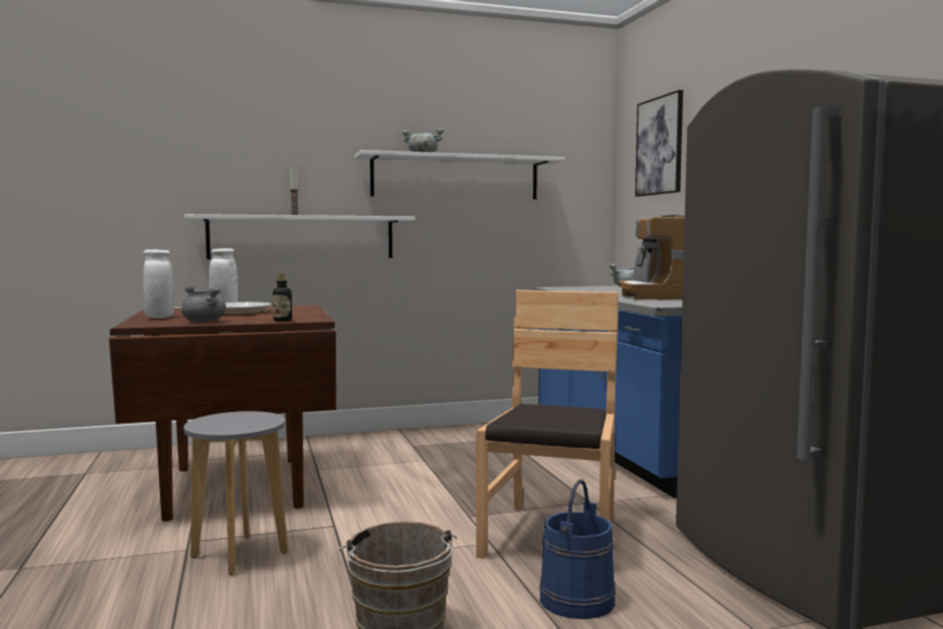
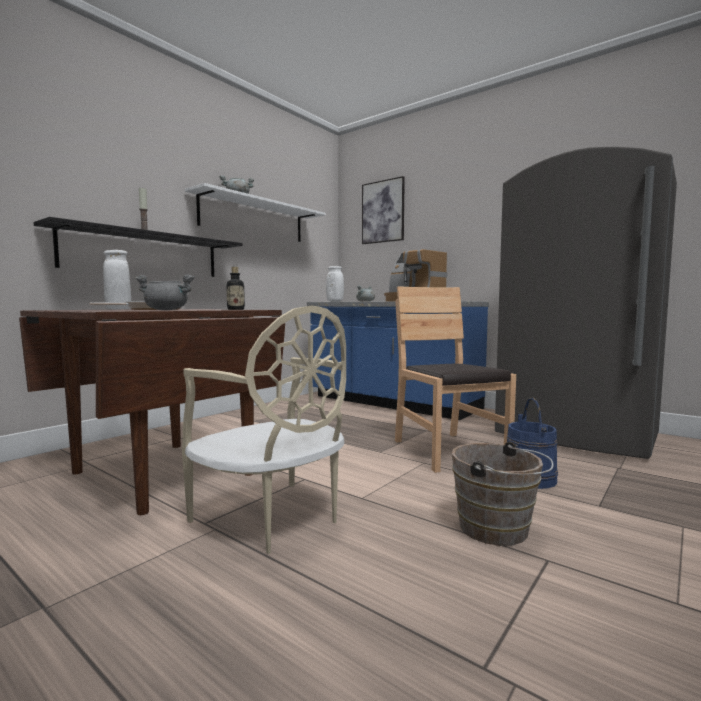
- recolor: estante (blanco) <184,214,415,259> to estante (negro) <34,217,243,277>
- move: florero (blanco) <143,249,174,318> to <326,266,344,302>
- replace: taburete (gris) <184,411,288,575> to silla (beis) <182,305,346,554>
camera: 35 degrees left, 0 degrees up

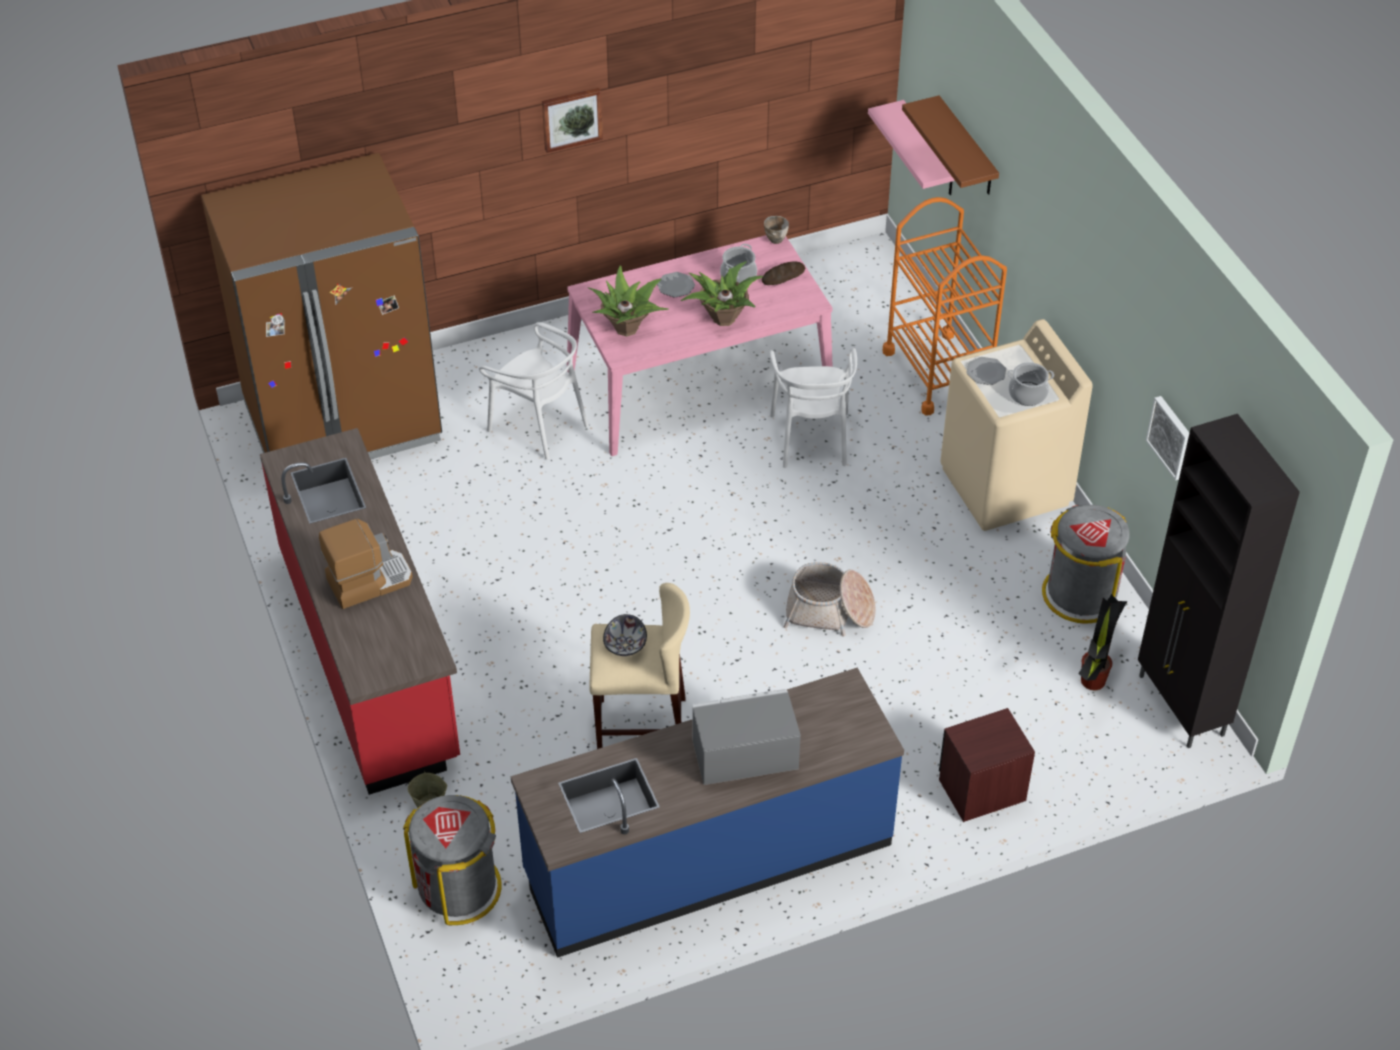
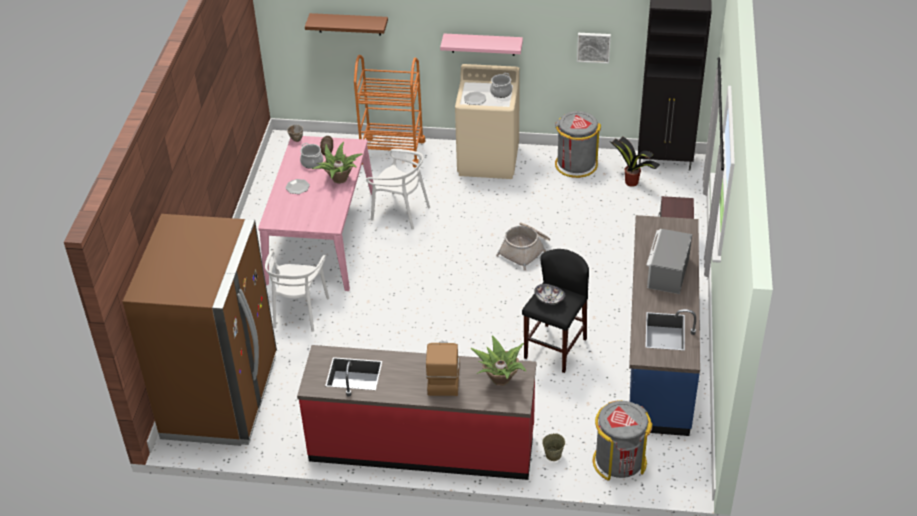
- delete: cuadro <542,88,603,153>
- move: estante (rosa) <868,100,955,195> to <440,34,523,56>
- move: planta en maceta <588,266,669,336> to <471,335,526,386>
- rotate: silla (blanco) <479,322,589,460> = <265,251,329,332> 120 degrees clockwise
- recolor: taburete (beis) <589,583,690,749> to taburete (negro) <522,249,589,373>
camera: 60 degrees left, 5 degrees down

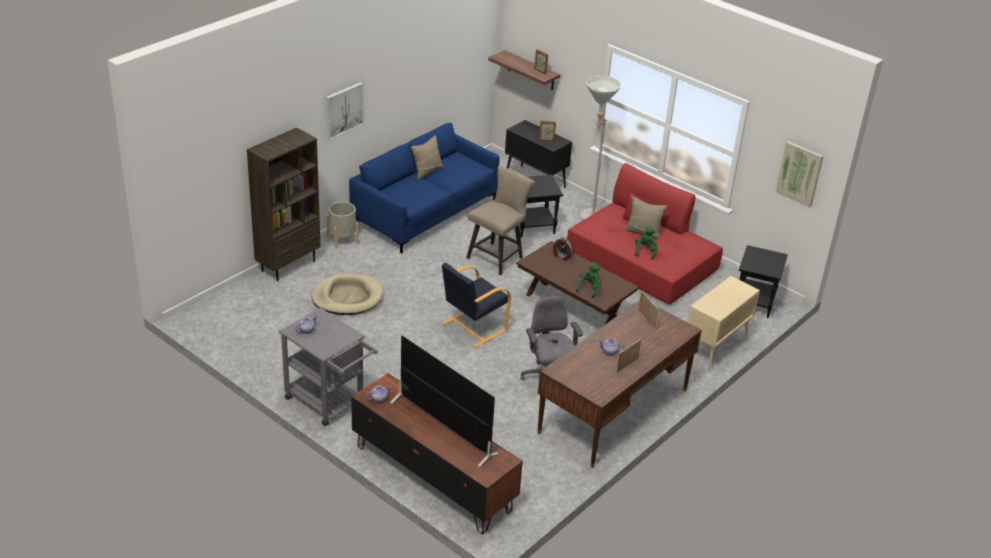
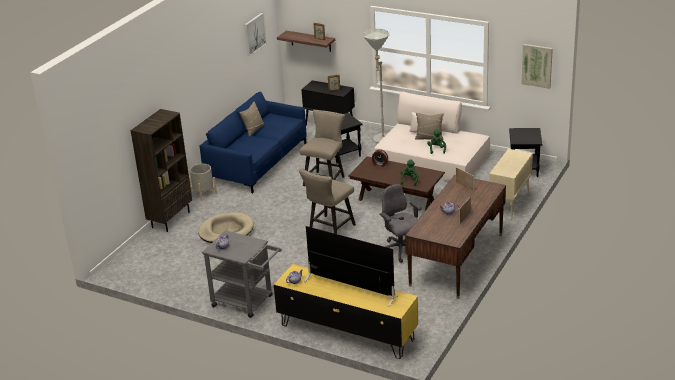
- move: cuadro <326,82,364,140> to <244,13,267,56>
- recolor: sofá (rojo) <567,163,723,305> to sofá (beis) <374,91,490,181>
- replace: sillón (negro) <442,263,511,348> to taburete (beis) <299,169,356,234>
- recolor: mueble de televisión (marrón) <351,373,523,534> to mueble de televisión (amarillo) <274,264,418,359>
camera: 10 degrees left, 5 degrees down

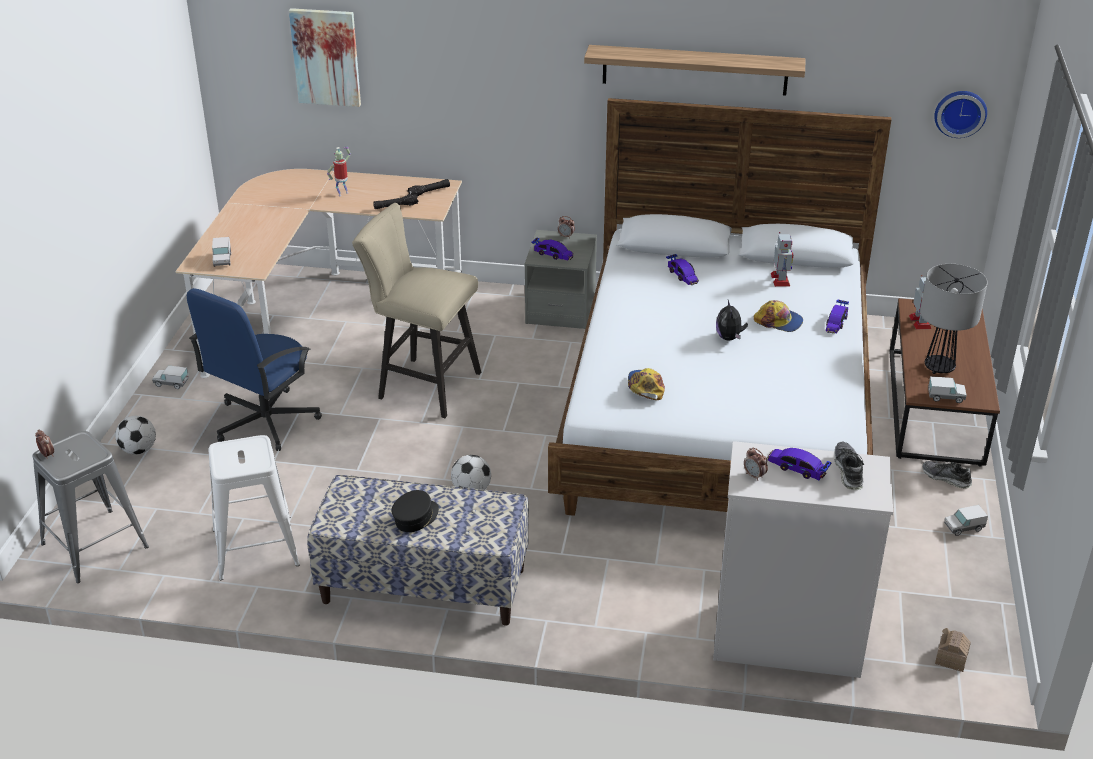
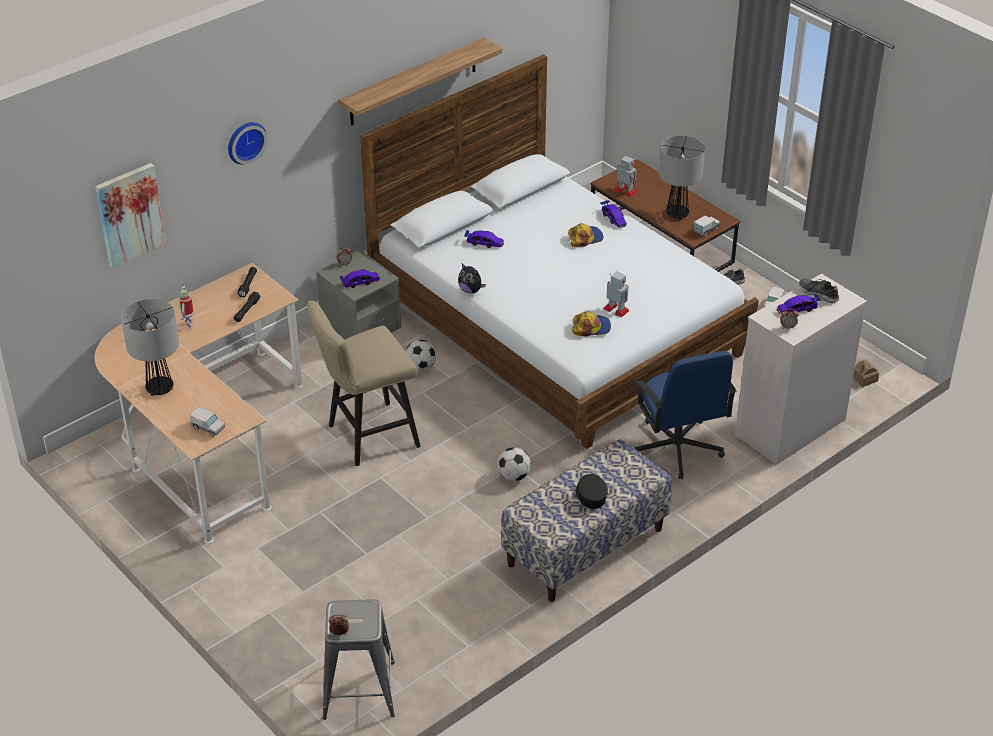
- move: reloj de pared <934,91,987,138> to <228,122,267,165>
- move: robot de juguete <771,232,793,287> to <603,271,629,318>
- move: silla de oficina (azul) <187,288,322,451> to <634,351,736,479>
- move: peluche <716,300,748,340> to <458,264,486,294>
- delete: camión de juguete <152,366,189,389>
- rotate: gorra <628,368,665,400> = <572,311,611,336> 135 degrees clockwise
- move: balón de fútbol <115,416,156,455> to <405,340,436,371>
- delete: taburete (blanco) <208,435,300,580>
- insert: lámpara de mesa <121,299,179,396>
camera: 50 degrees left, 5 degrees up

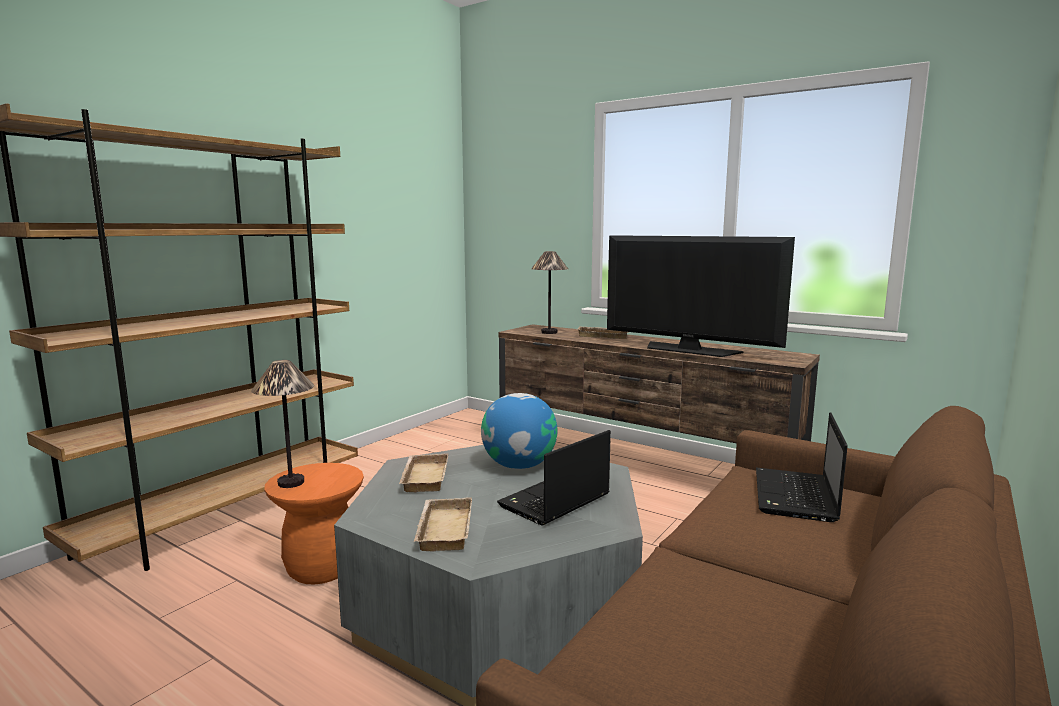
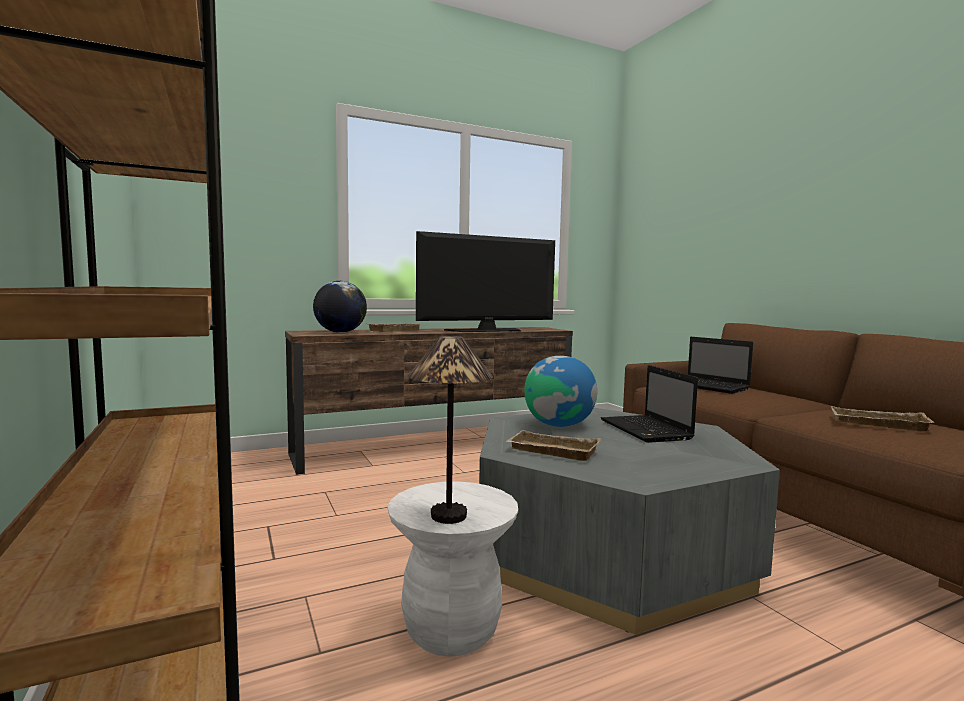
- replace: lámpara de mesa <531,251,568,334> to globo terráqueo <313,281,367,333>
- recolor: taburete (naranja) <264,463,364,584> to taburete (blanco) <388,481,518,657>
- move: bandeja (beis) <414,497,472,551> to <831,406,935,432>
camera: 60 degrees left, 5 degrees down

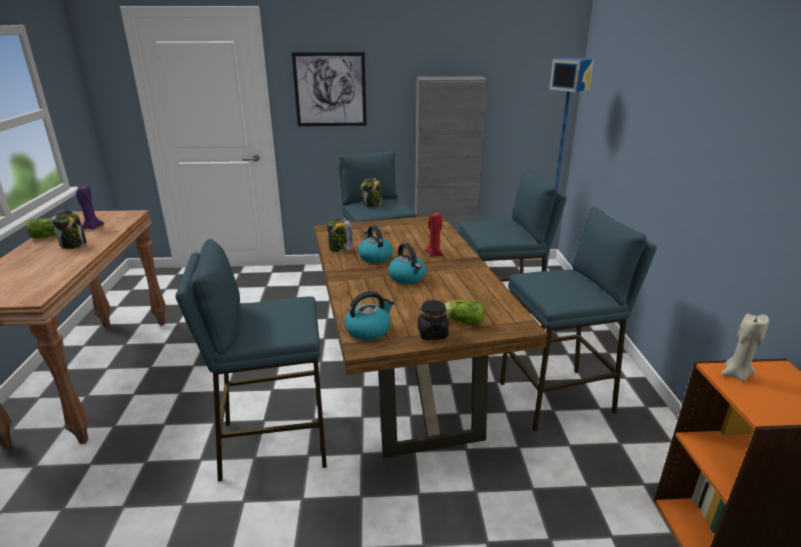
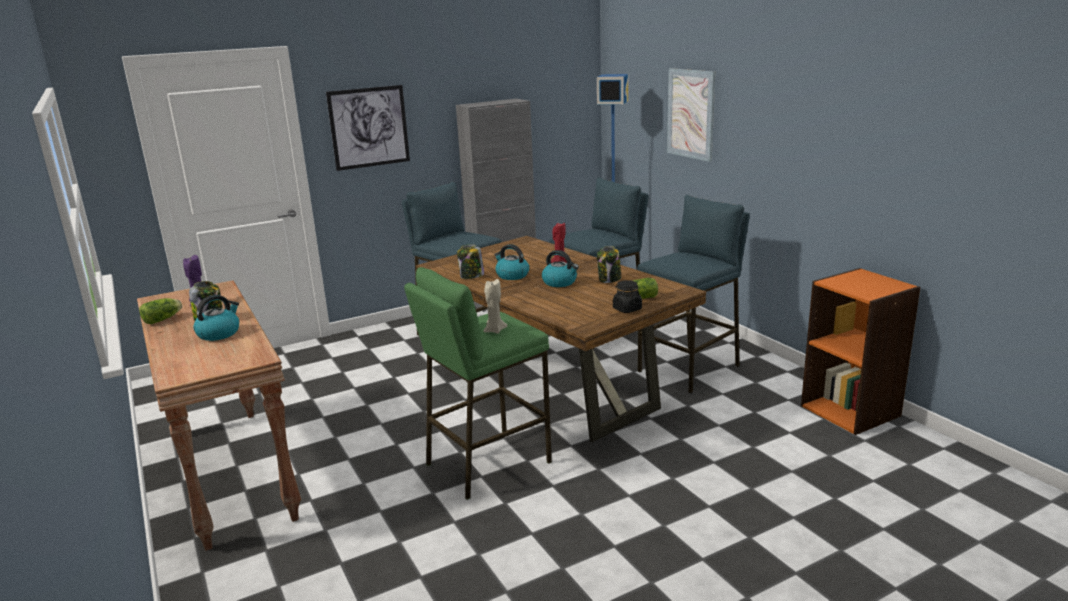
- move: tarro <361,178,382,207> to <597,246,621,283>
- recolor: taburete (azul) <175,239,327,481> to taburete (verde) <404,267,552,500>
- move: hervidor <345,291,394,340> to <193,295,239,341>
- move: vela (beis) <722,314,769,382> to <483,279,507,334>
- insert: cuadro <667,68,715,162>
camera: 25 degrees left, 5 degrees down

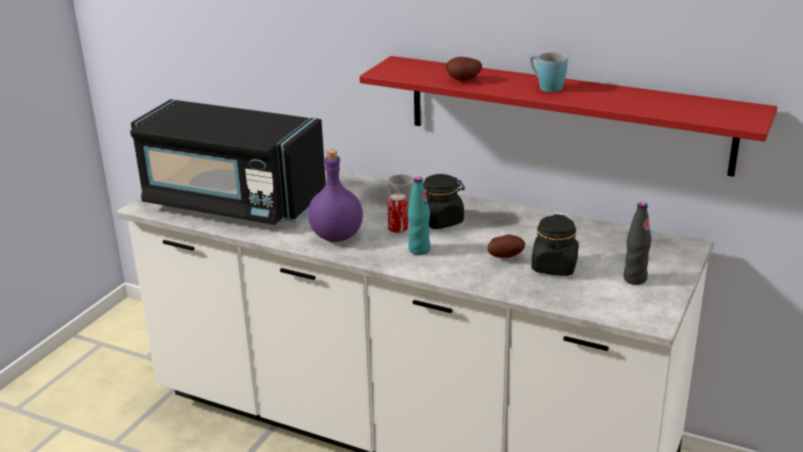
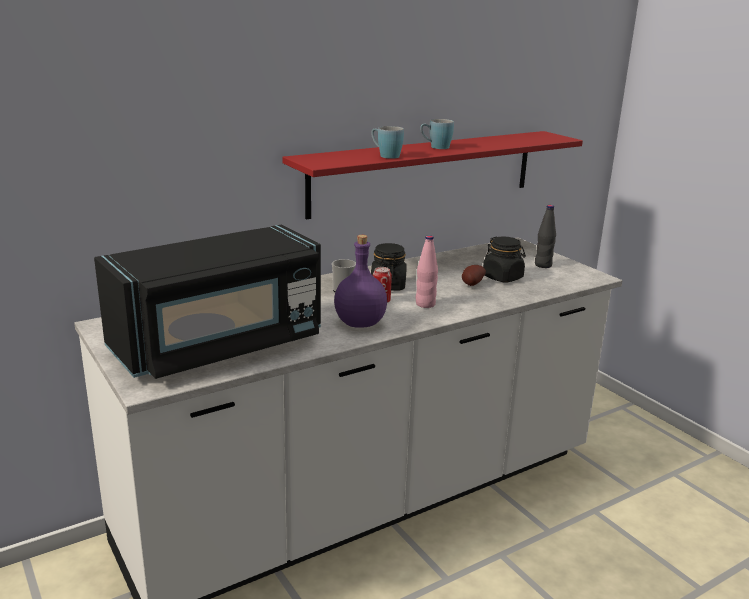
- replace: patata <446,57,482,81> to taza grande (azul) <371,126,404,159>
- recolor: botella (turquesa) <408,177,431,255> to botella (rosa) <416,235,438,308>
camera: 60 degrees left, 5 degrees down

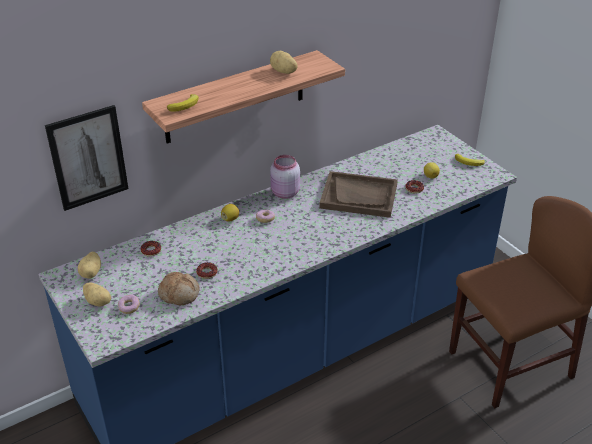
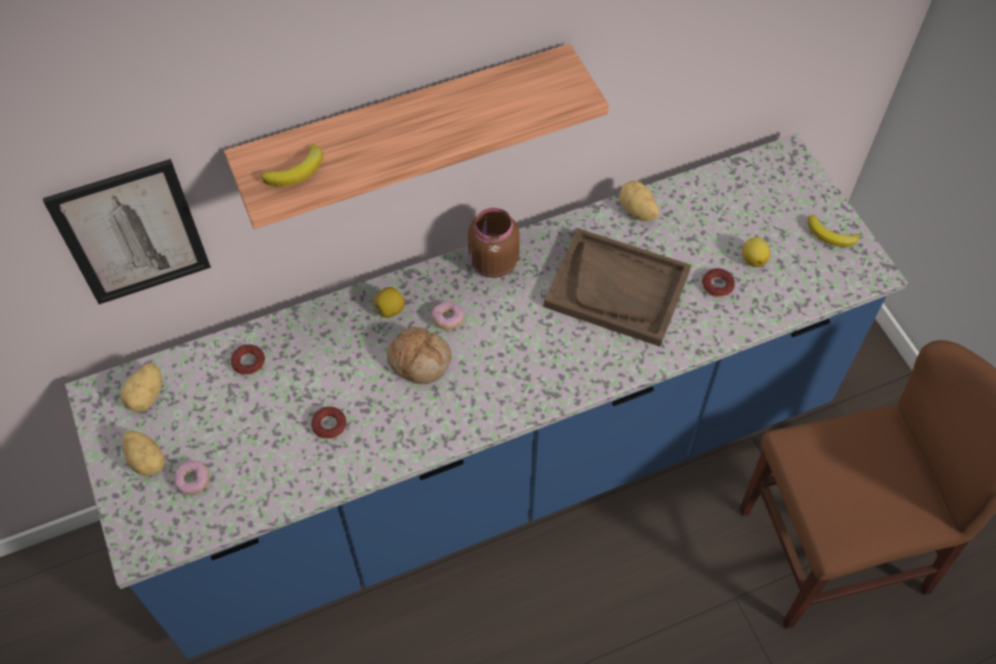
- move: patata <270,51,298,74> to <619,181,659,221>
- recolor: tarro (rosa) <270,155,300,199> to tarro (marrón) <468,208,520,278>
- move: pan <158,272,200,306> to <387,327,451,384>
camera: 10 degrees right, 20 degrees up

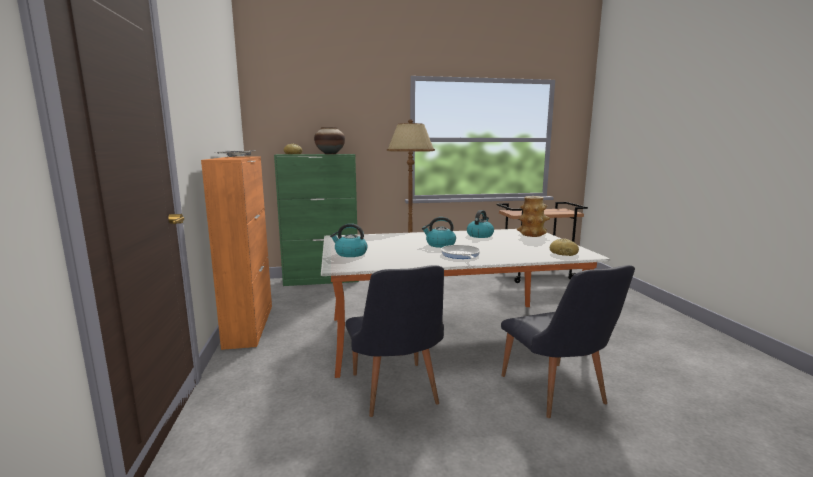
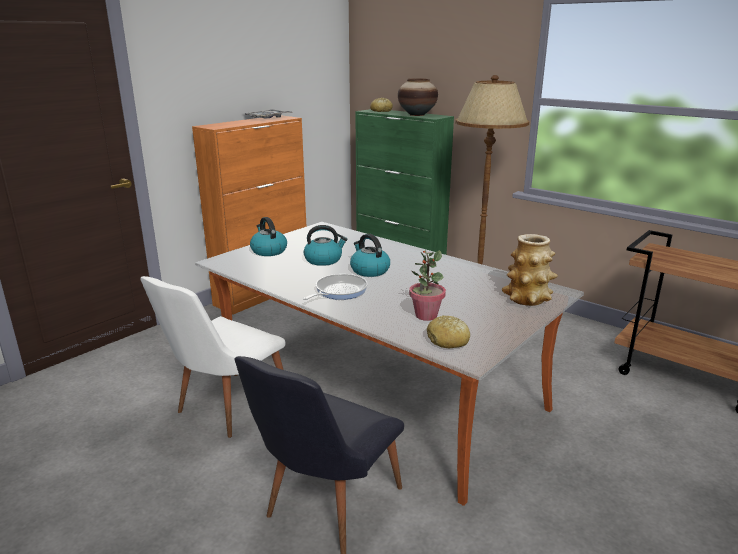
- move: hervidor <467,210,494,238> to <303,225,348,266>
- recolor: silla (negro) <345,265,444,417> to silla (blanco) <140,276,286,438>
- insert: planta en maceta <409,250,446,321>
camera: 50 degrees right, 10 degrees up

